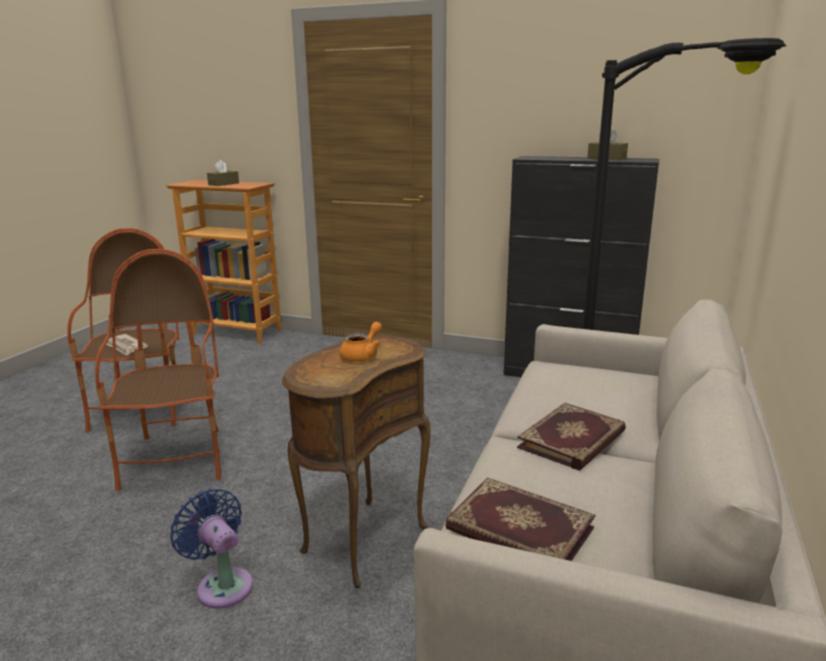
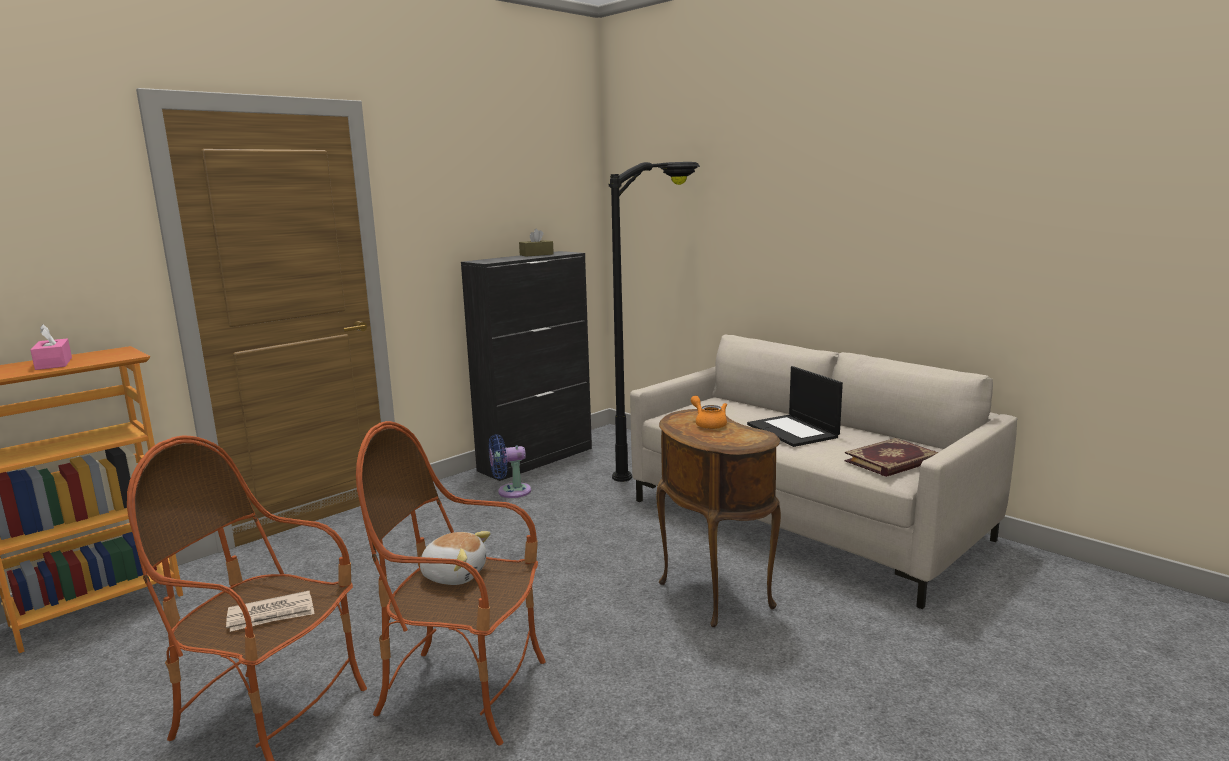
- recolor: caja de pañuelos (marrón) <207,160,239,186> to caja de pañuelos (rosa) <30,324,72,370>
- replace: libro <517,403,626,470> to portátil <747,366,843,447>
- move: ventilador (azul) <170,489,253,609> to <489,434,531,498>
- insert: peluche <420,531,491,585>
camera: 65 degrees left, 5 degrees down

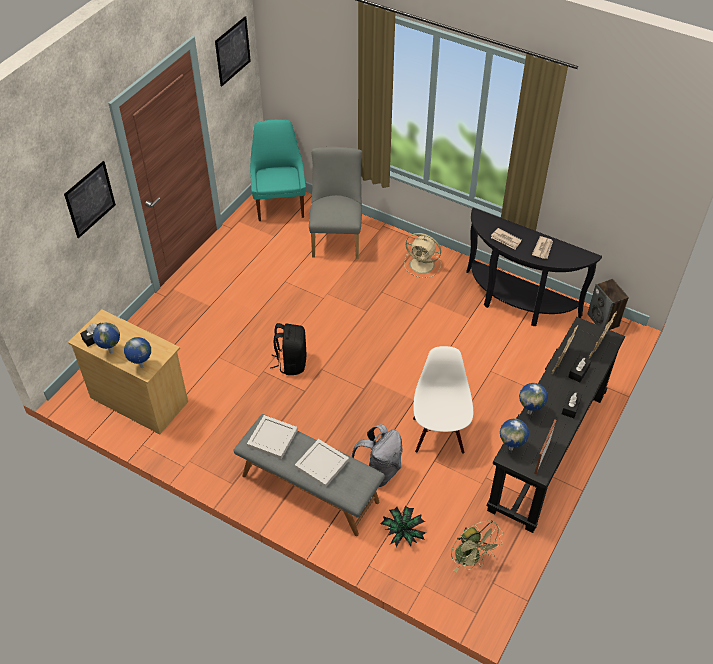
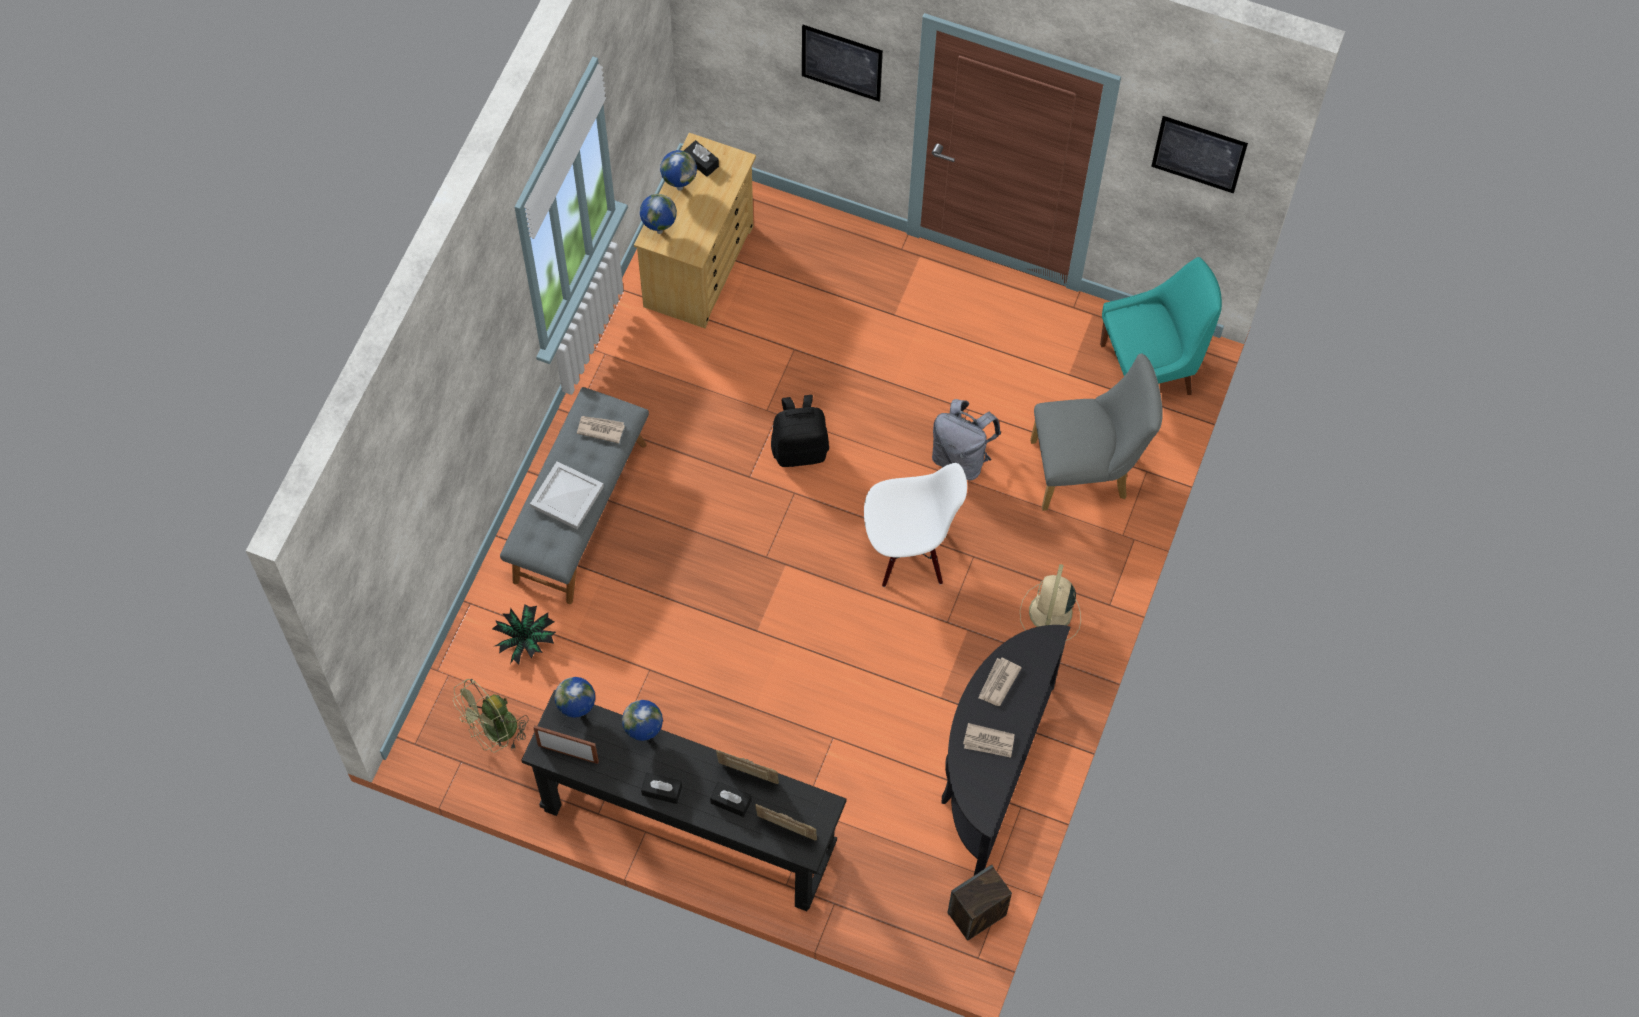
- move: silla (blanco) <413,346,473,454> to <864,463,967,587>
- replace: bandeja (blanco) <247,415,298,459> to periódico <577,416,625,443>
- move: mochila (gris) <352,424,403,487> to <932,399,1001,481>
camera: 80 degrees right, 15 degrees up

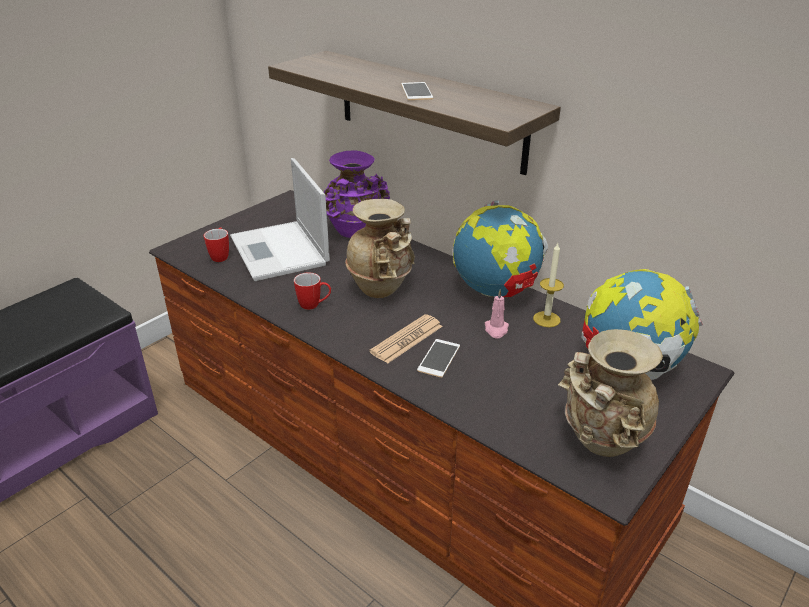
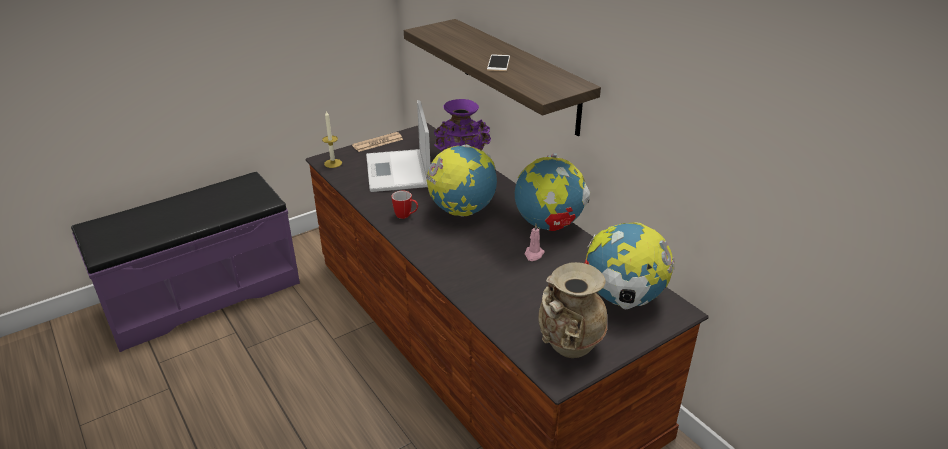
- replace: florero (beis) <345,199,415,298> to globo terráqueo <426,144,497,216>
- delete: taza grande <204,227,229,262>
- move: vela <533,243,564,328> to <322,110,342,168>
- move: periódico <369,314,443,363> to <352,132,403,152>
- delete: móvil <417,339,460,378>
camera: 15 degrees right, 0 degrees up

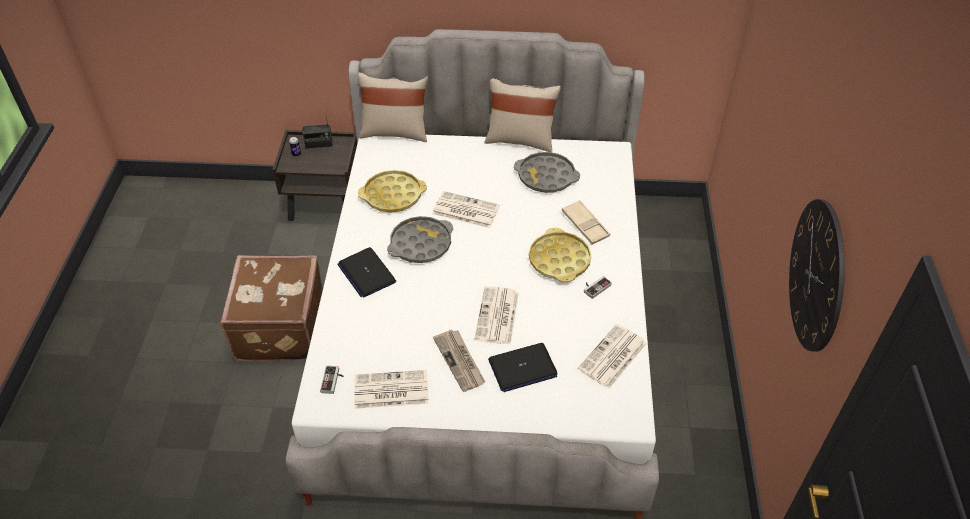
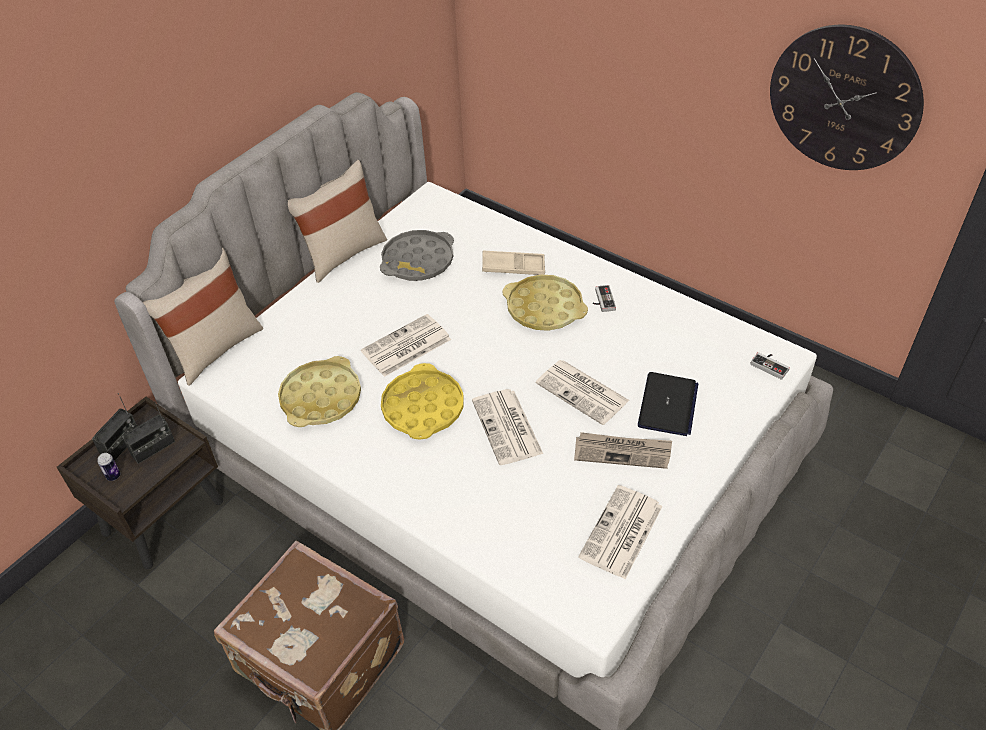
- recolor: bandeja (gris) <387,216,453,263> to bandeja (amarillo) <381,363,464,439>
- delete: portátil <337,247,396,298>
- move: periódico <577,324,647,389> to <472,389,543,465>
- move: mando de consola <320,366,344,394> to <750,352,790,380>
- insert: radio <122,401,175,464>
camera: 55 degrees left, 0 degrees up

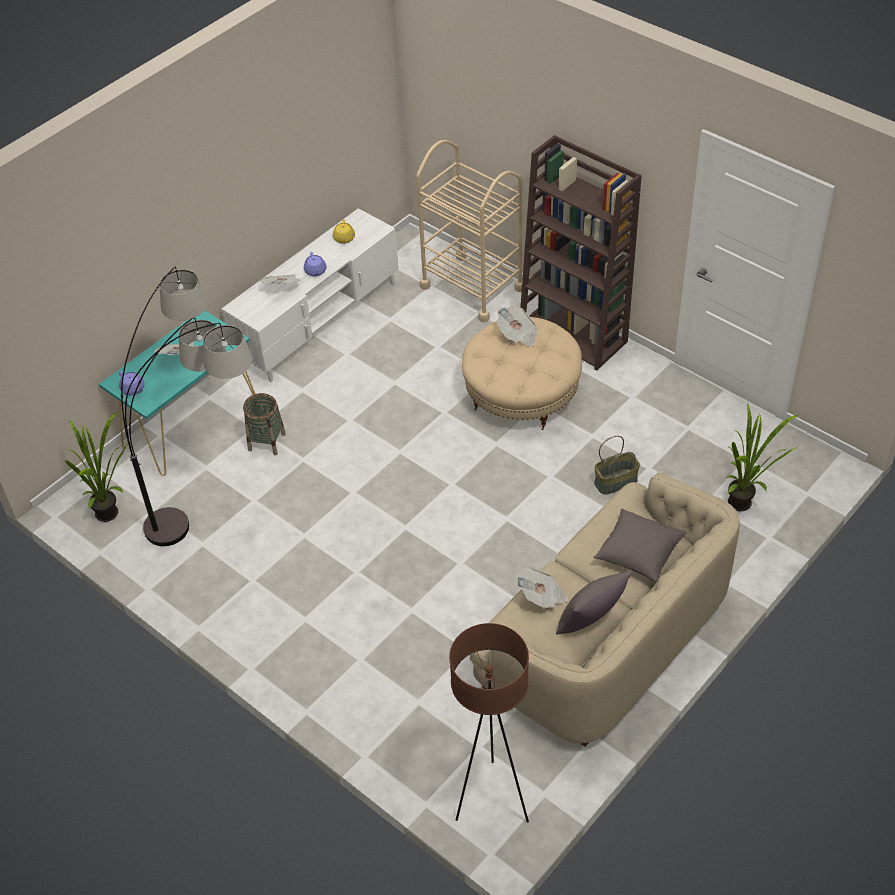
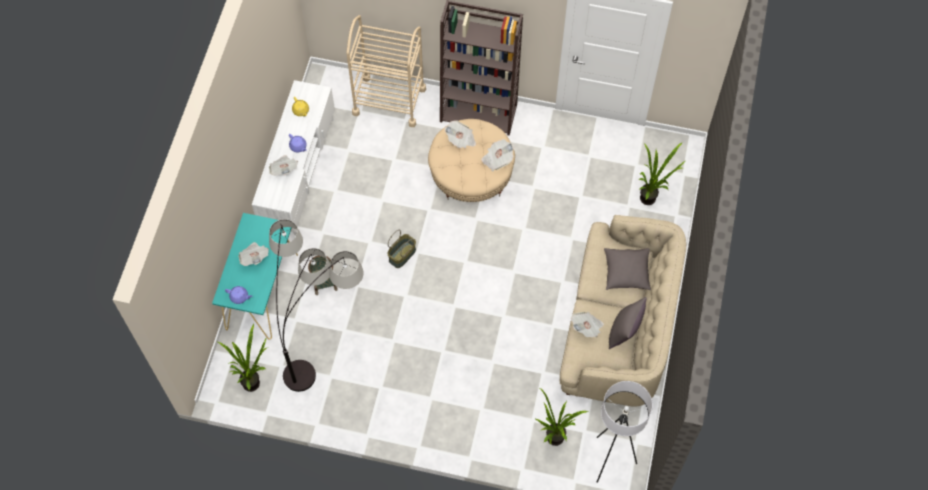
- move: cesta <594,436,640,495> to <387,230,416,268>
- recolor: lámpara de pie (marrón) <449,623,529,822> to lámpara de pie (blanco) <597,381,653,483>
- insert: periódico <481,139,514,171>
- insert: planta en maceta <536,388,588,446>
camera: 30 degrees left, 15 degrees up

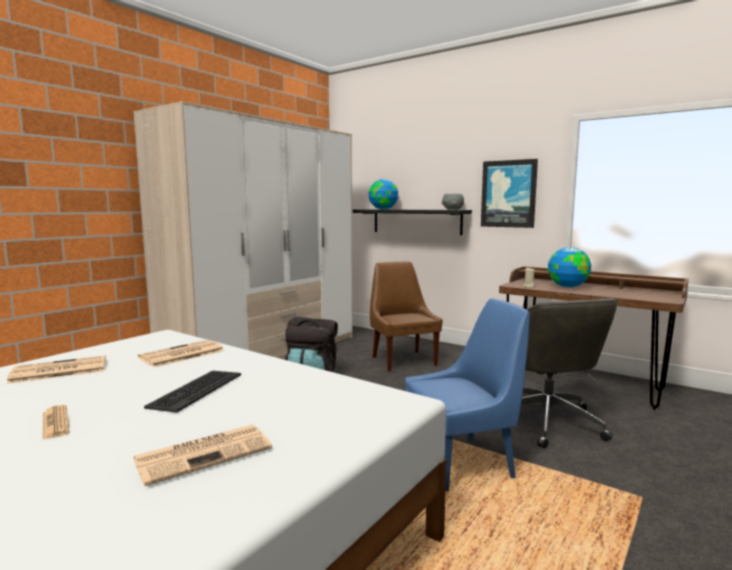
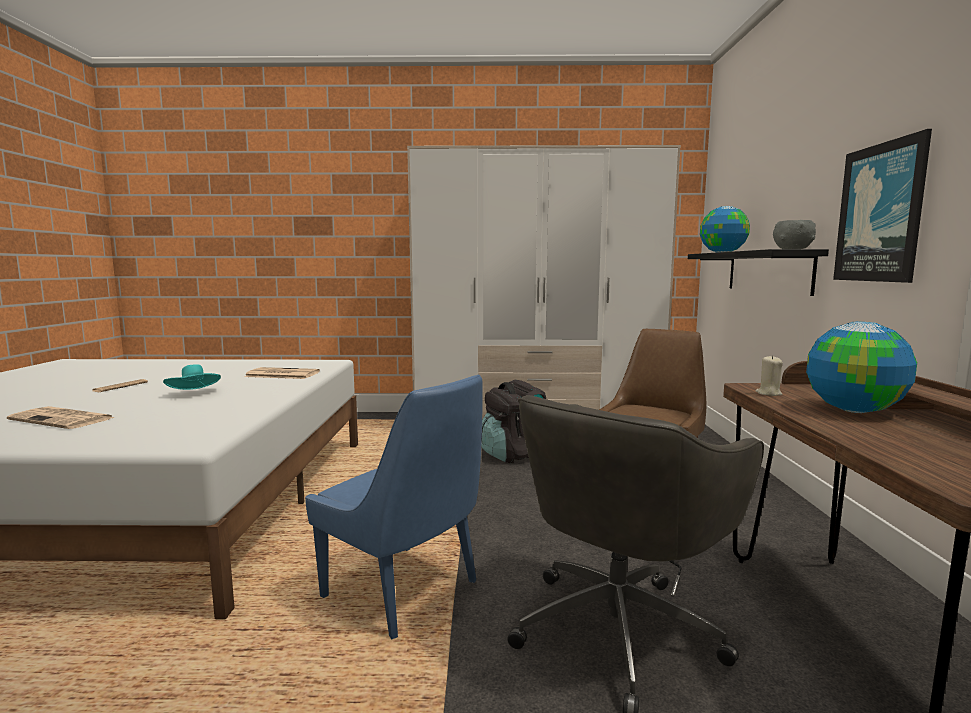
- delete: periódico <7,356,106,384>
- replace: teclado <144,370,241,413> to sombrero (turquesa) <163,364,221,390>
camera: 55 degrees right, 0 degrees up

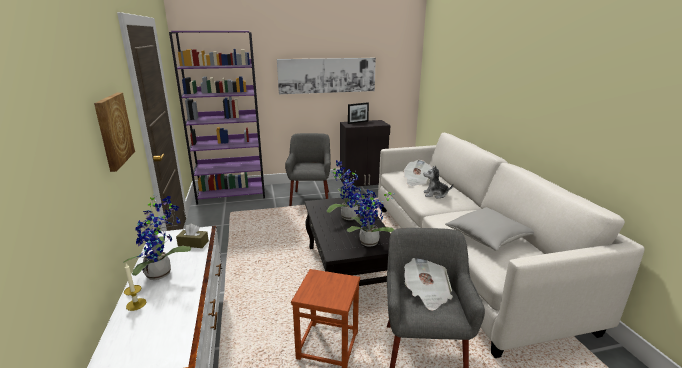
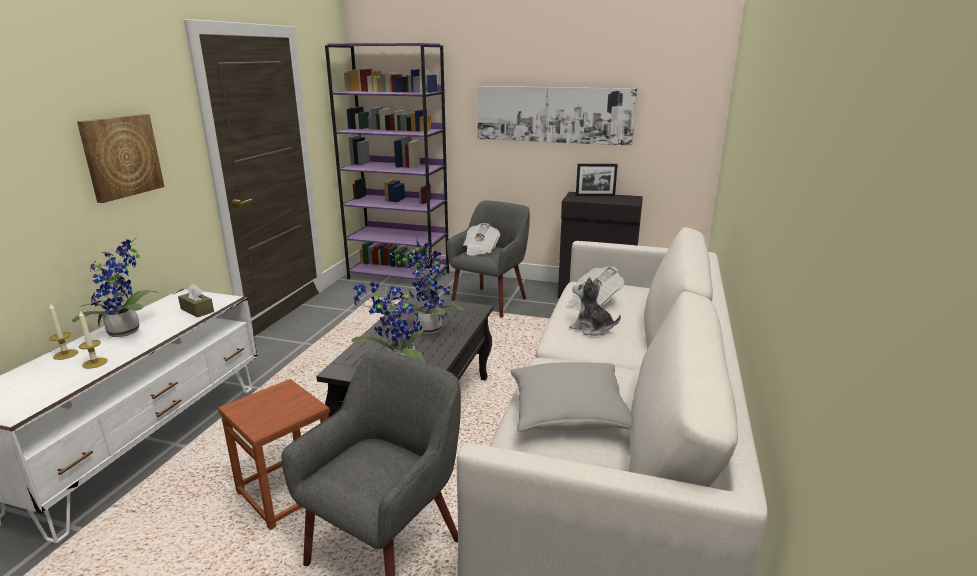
- move: periódico <404,258,453,311> to <463,223,500,256>
- insert: vela <79,311,108,369>
camera: 30 degrees right, 0 degrees up

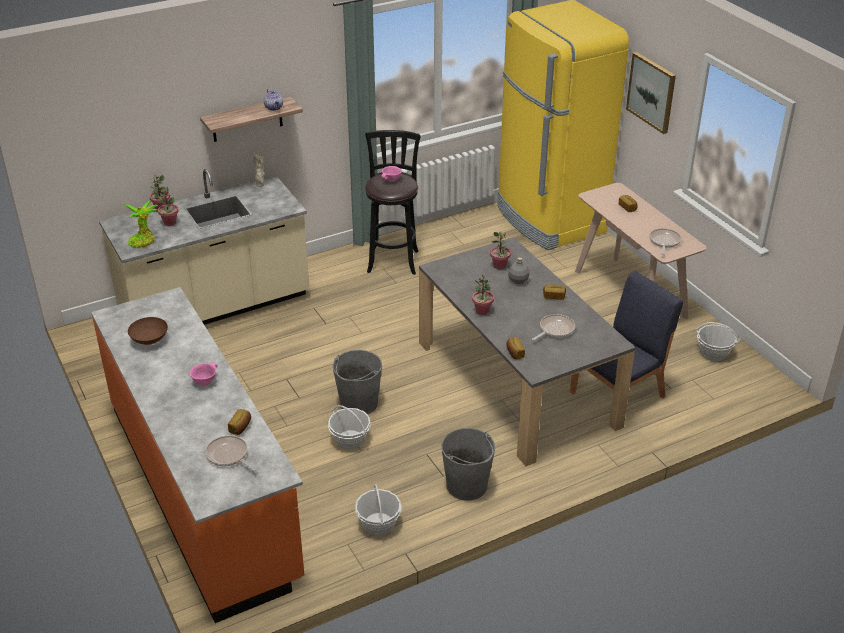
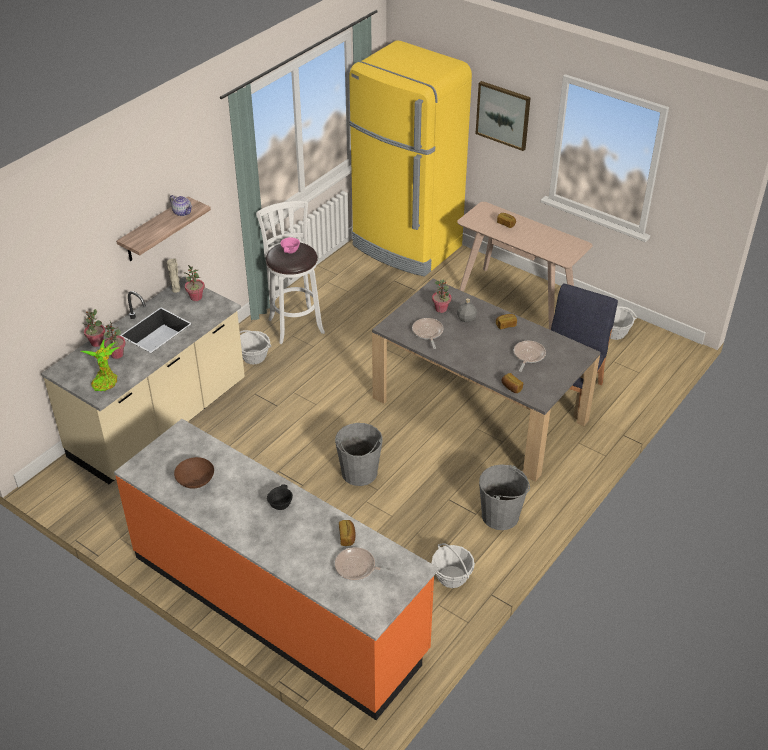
- recolor: taburete (negro) <365,130,420,275> to taburete (blanco) <256,201,325,344>
- move: sartén <649,228,681,255> to <412,318,444,349>
- move: planta en maceta <472,274,494,315> to <185,265,205,301>
- recolor: cuenco (rosa) <190,362,218,386> to cuenco (negro) <267,484,293,510>
- move: cesta <328,405,370,449> to <240,330,271,364>
camera: 25 degrees left, 5 degrees up

